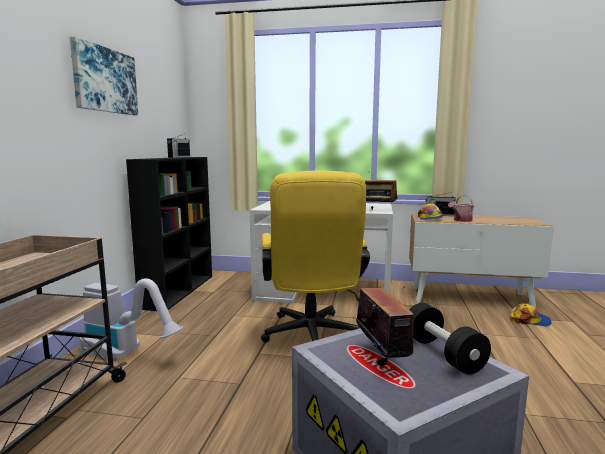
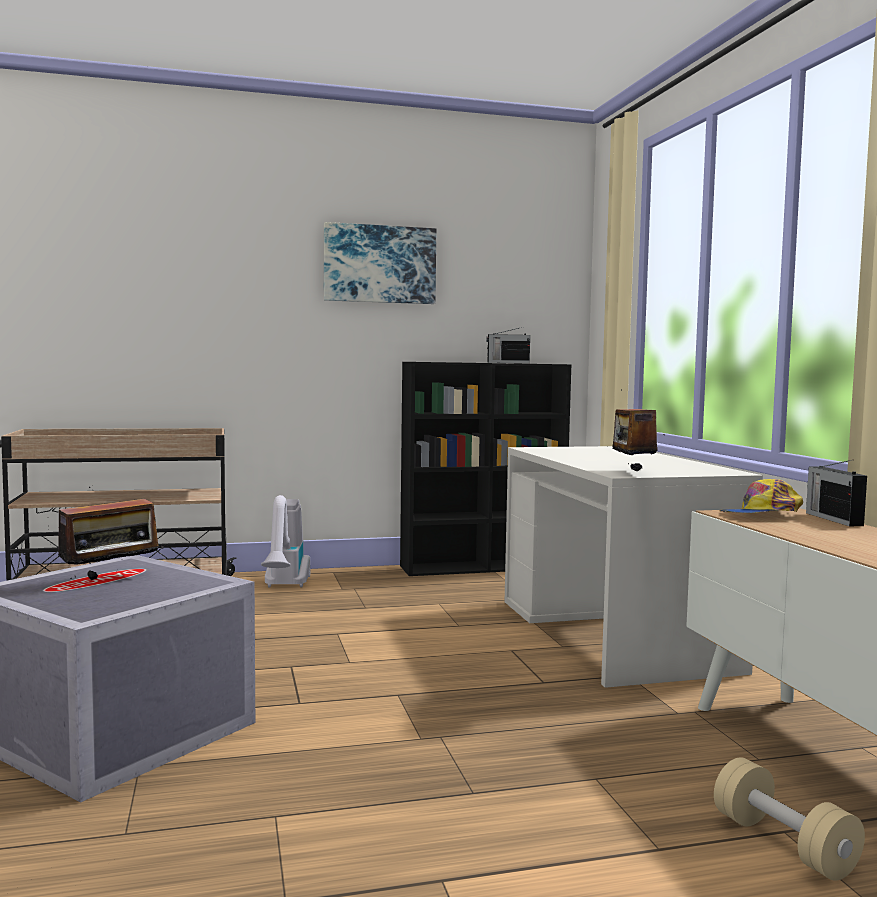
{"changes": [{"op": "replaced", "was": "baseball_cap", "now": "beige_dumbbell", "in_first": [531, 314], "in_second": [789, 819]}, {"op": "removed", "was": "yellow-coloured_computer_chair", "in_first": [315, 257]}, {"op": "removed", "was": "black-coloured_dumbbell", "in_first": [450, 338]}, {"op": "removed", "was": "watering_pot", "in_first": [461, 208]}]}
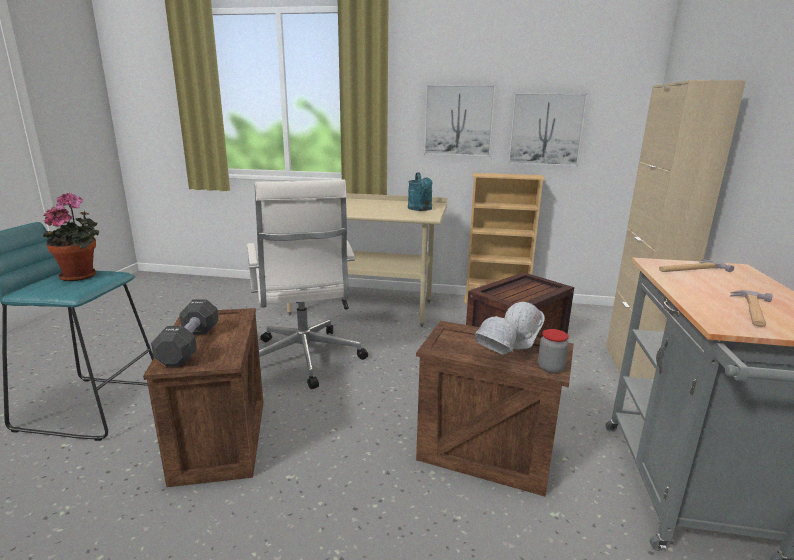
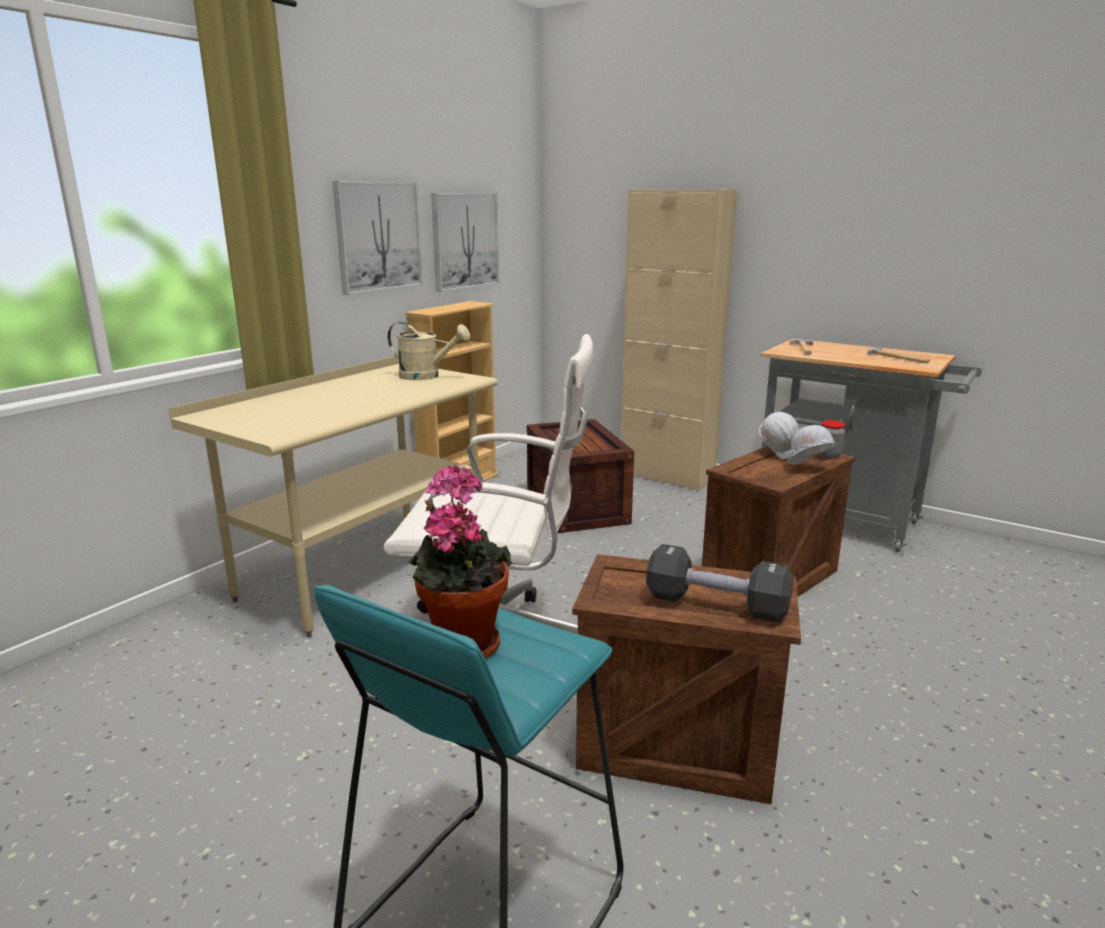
{"changes": [{"op": "recoloured", "was": "turquoise_watering_pot", "now": "beige_watering_pot", "in_first": [420, 192], "in_second": [428, 351]}]}
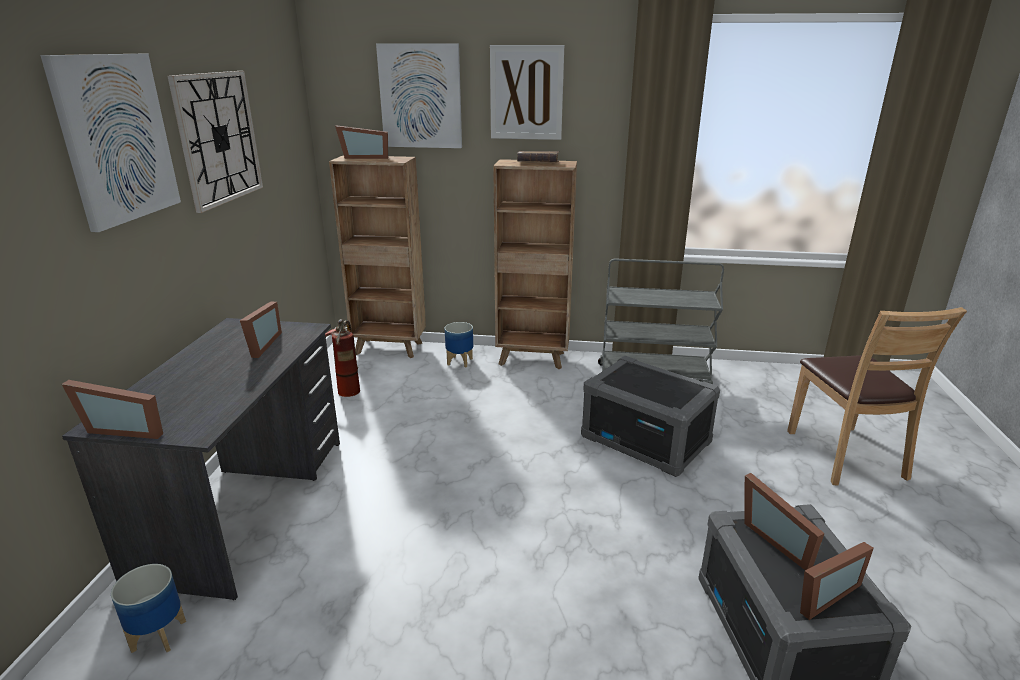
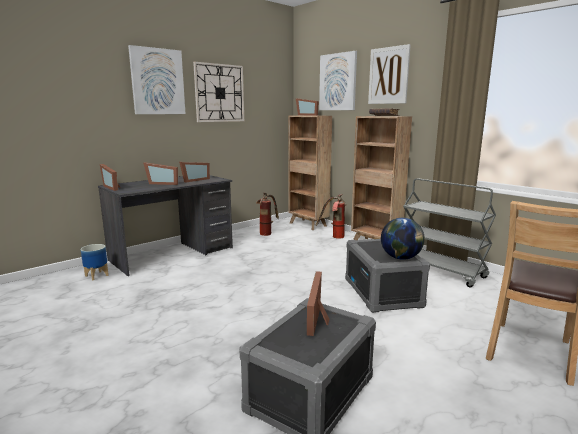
{"changes": [{"op": "moved", "was": "picture_frame", "in_first": [837, 581], "in_second": [160, 173]}, {"op": "replaced", "was": "planter", "now": "fire_extinguisher", "in_first": [459, 345], "in_second": [331, 216]}, {"op": "added", "now": "globe", "in_second": [403, 239]}]}
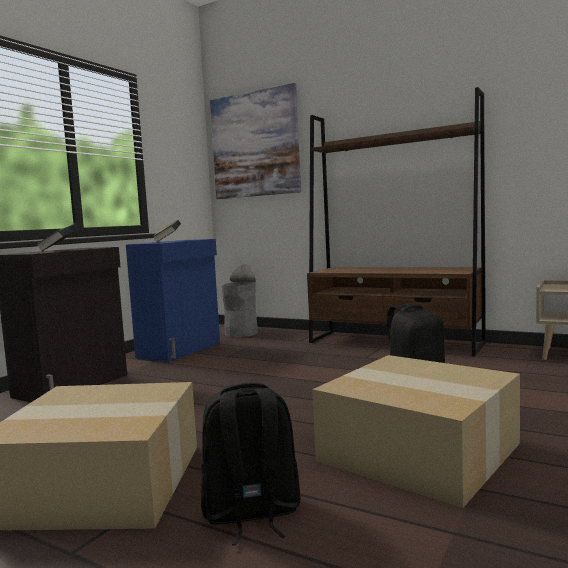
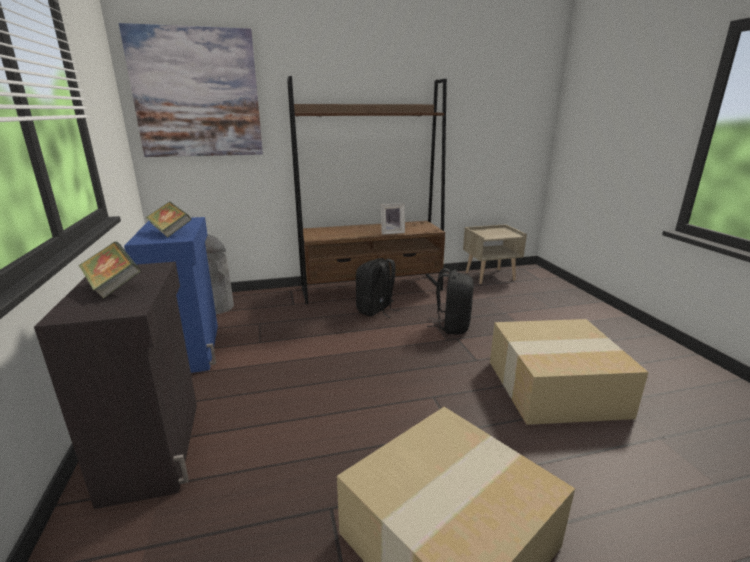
{"changes": [{"op": "moved", "was": "black-coloured_knapsack", "in_first": [251, 464], "in_second": [378, 288]}, {"op": "added", "now": "picture_frame", "in_second": [393, 219]}]}
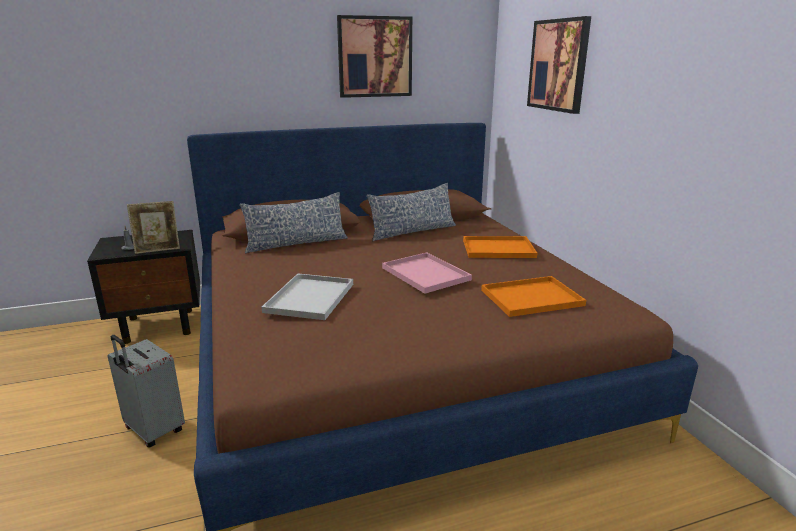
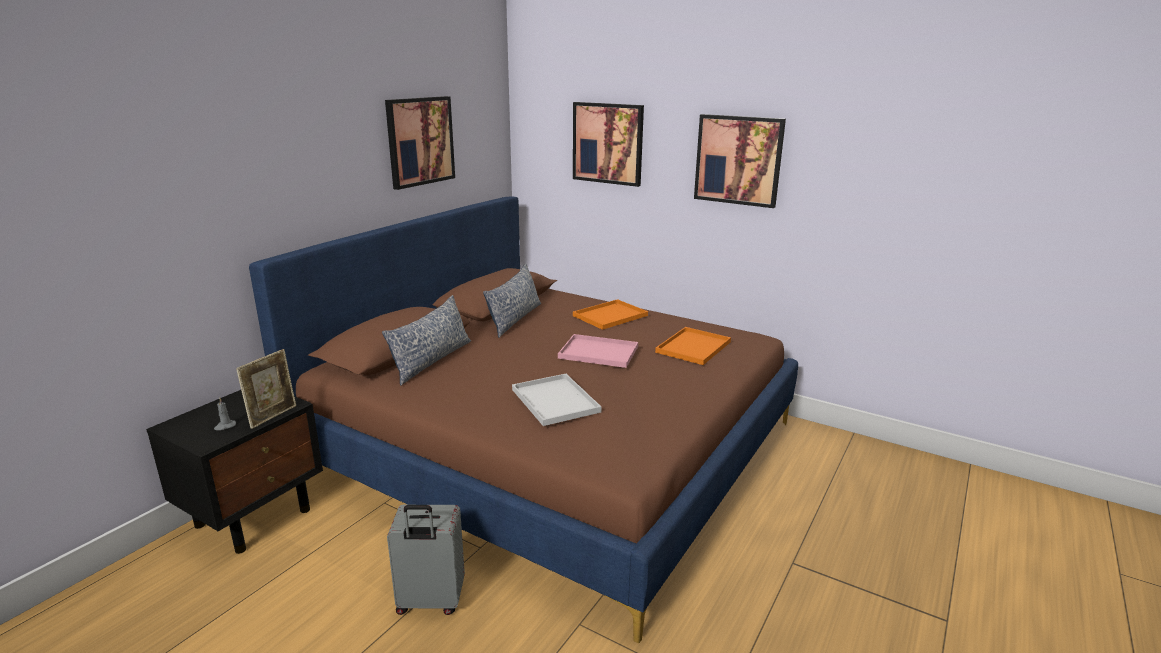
{"changes": [{"op": "added", "now": "picture", "in_second": [740, 161]}]}
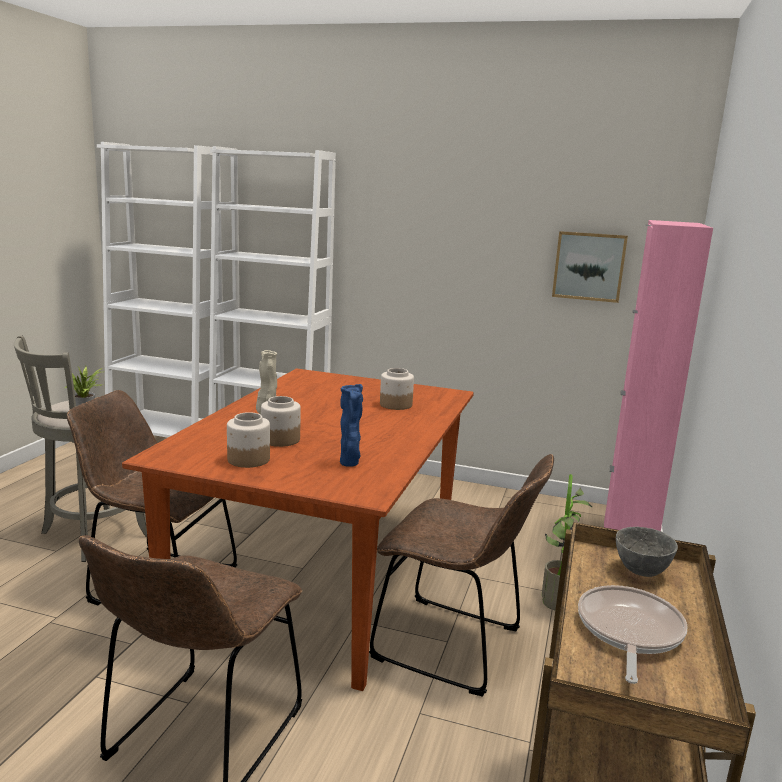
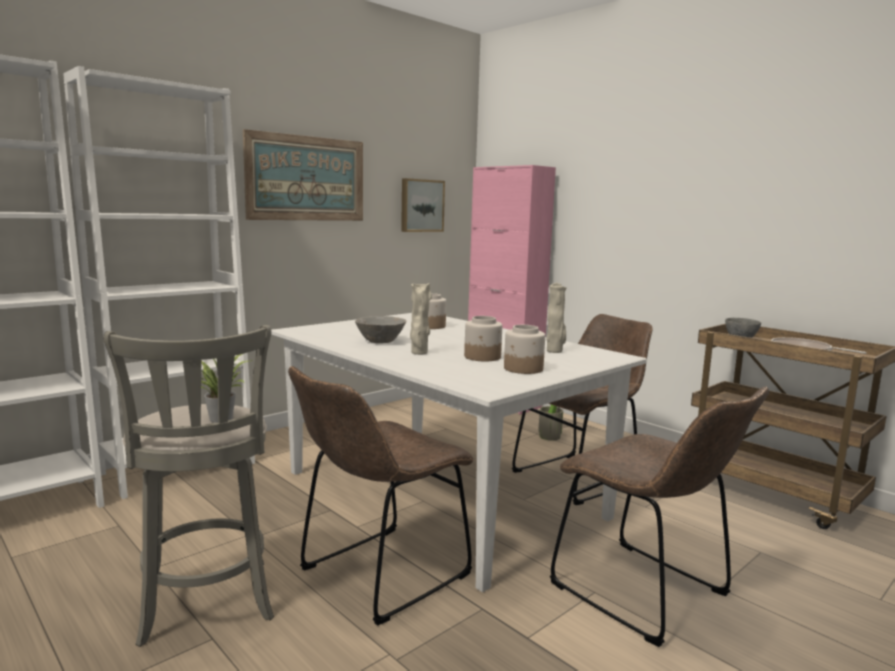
{"changes": [{"op": "added", "now": "picture", "in_second": [303, 175]}, {"op": "recoloured", "was": "brownish_dining_table", "now": "white-coloured_dining_table", "in_first": [298, 529], "in_second": [459, 452]}, {"op": "added", "now": "grey_serving_bowl", "in_second": [381, 329]}, {"op": "recoloured", "was": "blue_vase", "now": "beige_vase", "in_first": [351, 425], "in_second": [556, 318]}]}
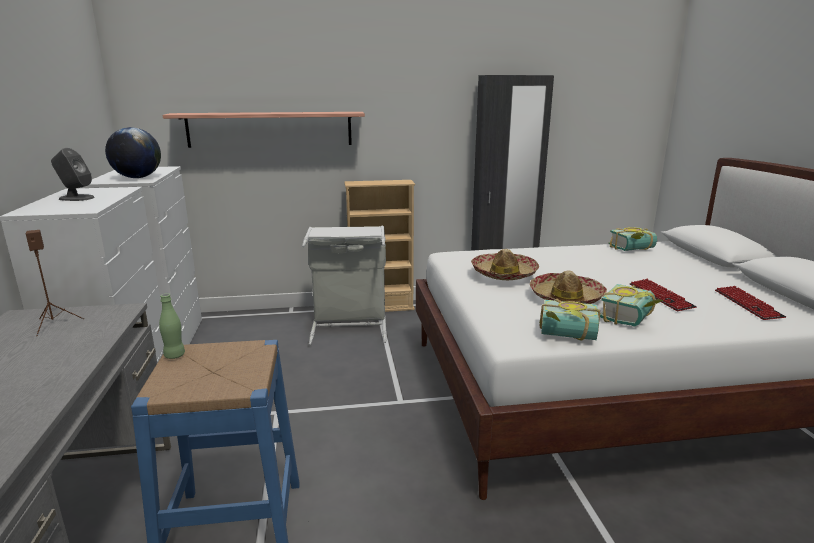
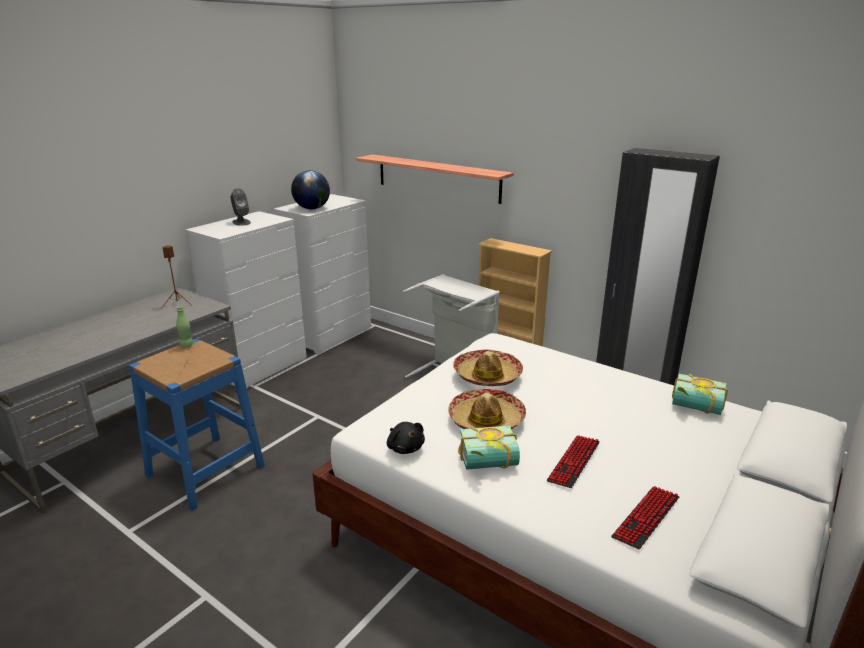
{"changes": [{"op": "replaced", "was": "volume", "now": "black-coloured_soft_toy", "in_first": [569, 319], "in_second": [406, 438]}]}
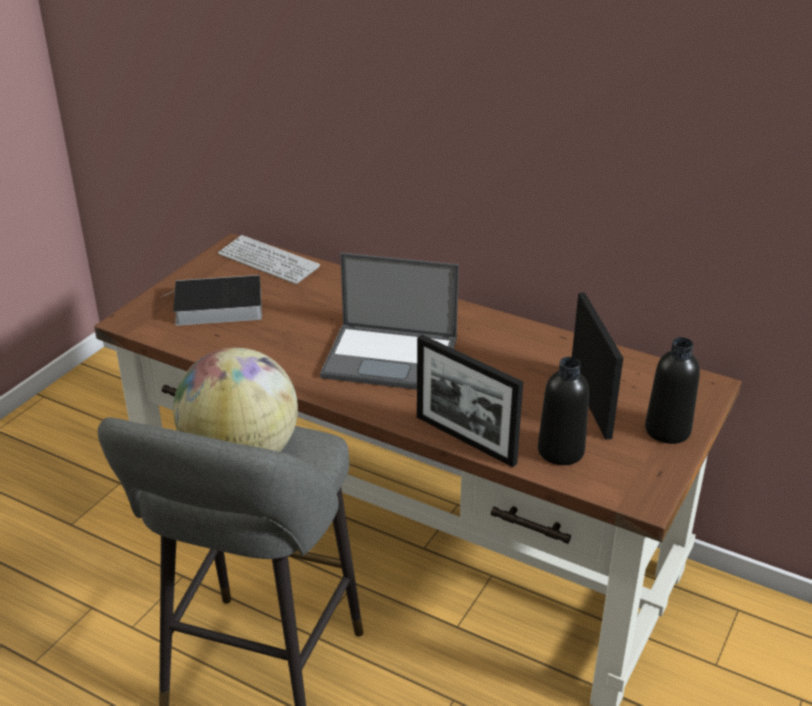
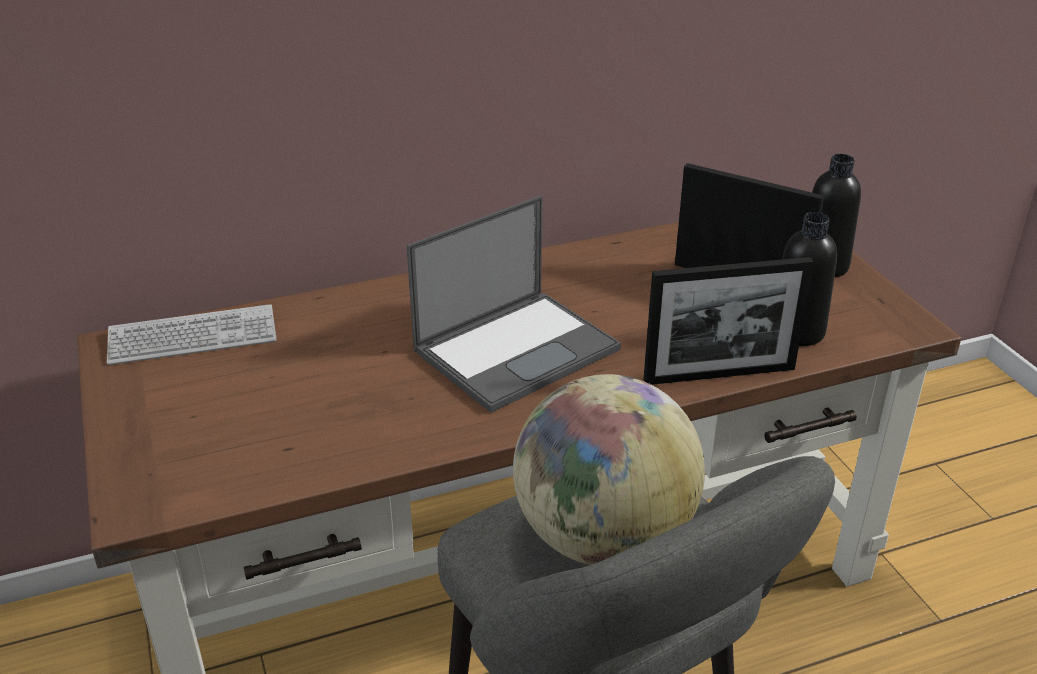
{"changes": [{"op": "removed", "was": "volume", "in_first": [211, 300]}]}
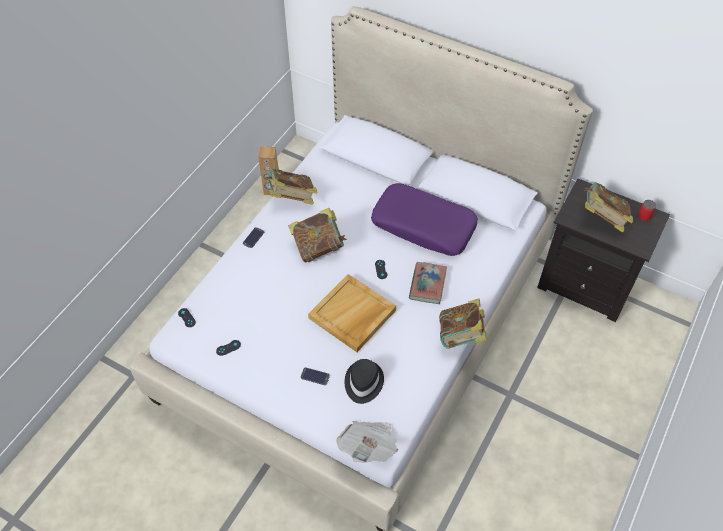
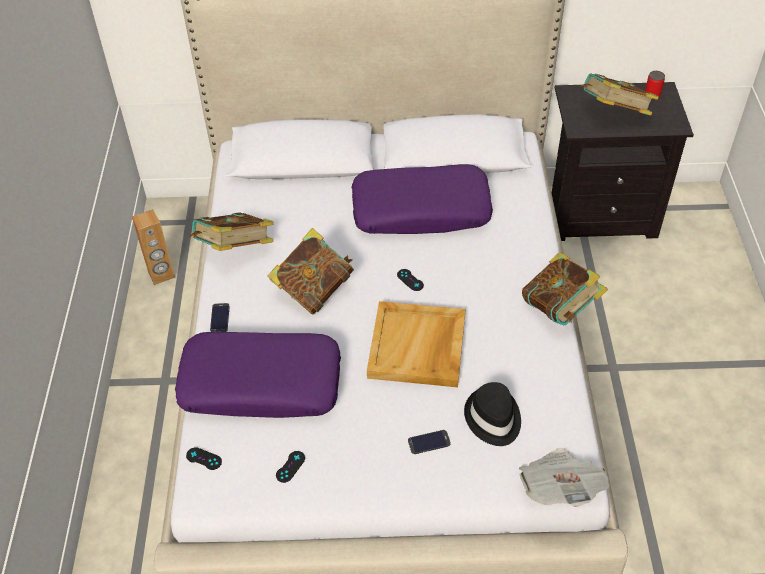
{"changes": [{"op": "added", "now": "purple_pillow", "in_second": [258, 375]}, {"op": "removed", "was": "volume", "in_first": [428, 283]}]}
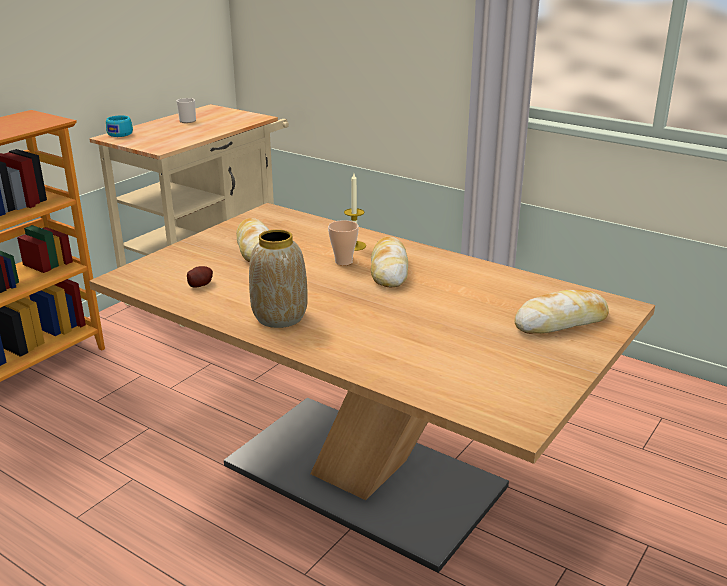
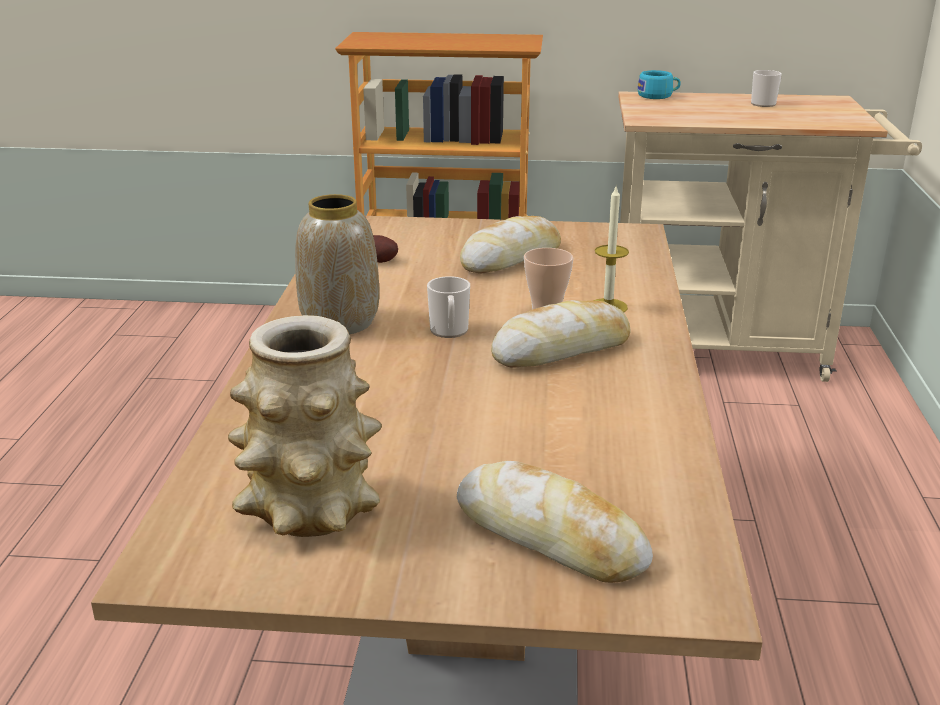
{"changes": [{"op": "added", "now": "vase", "in_second": [305, 426]}, {"op": "added", "now": "coffee_mug", "in_second": [448, 307]}]}
